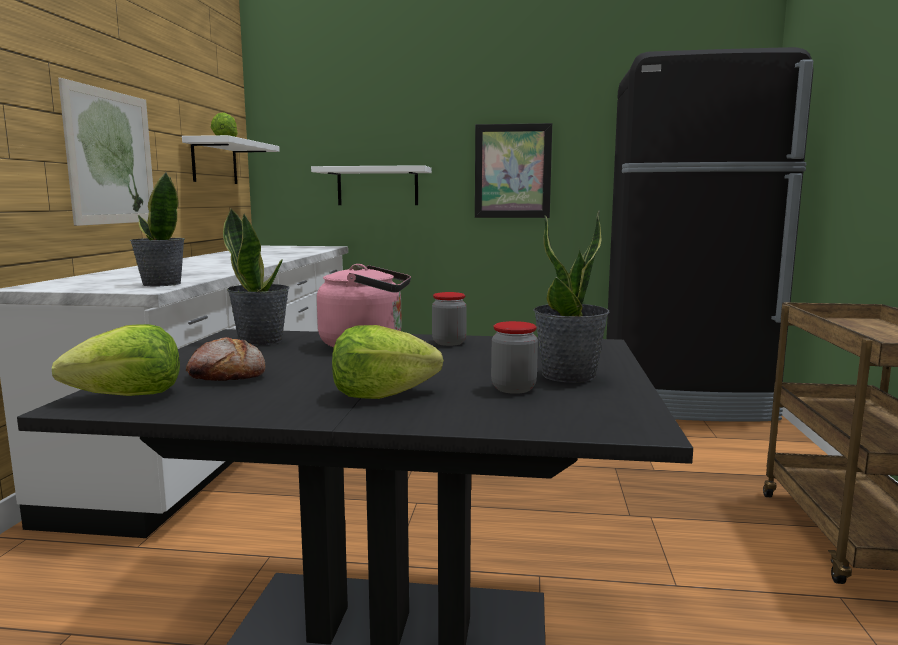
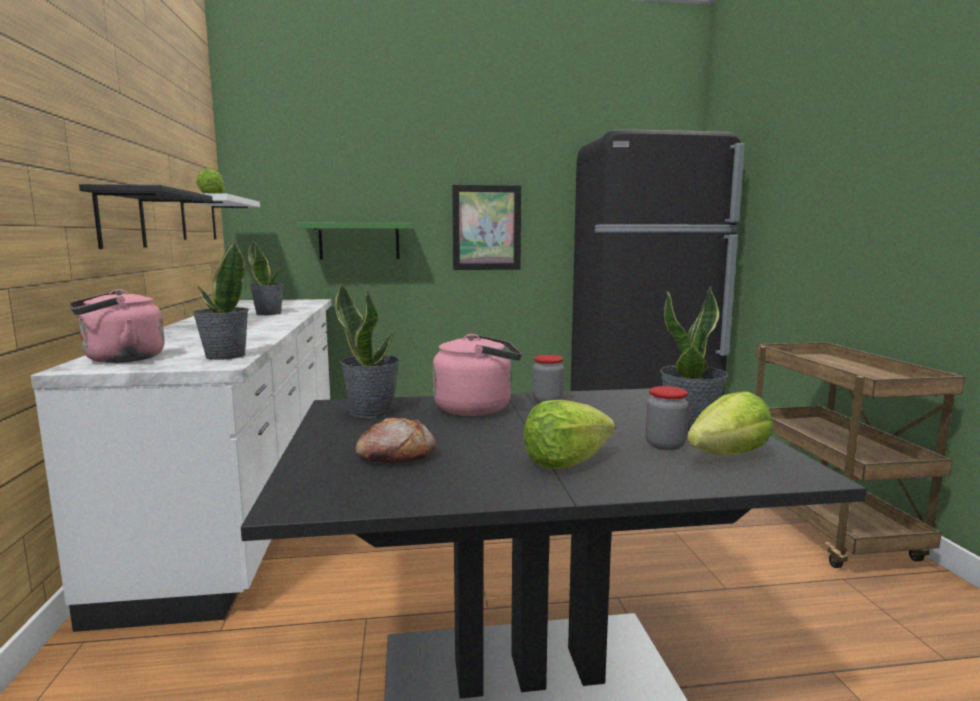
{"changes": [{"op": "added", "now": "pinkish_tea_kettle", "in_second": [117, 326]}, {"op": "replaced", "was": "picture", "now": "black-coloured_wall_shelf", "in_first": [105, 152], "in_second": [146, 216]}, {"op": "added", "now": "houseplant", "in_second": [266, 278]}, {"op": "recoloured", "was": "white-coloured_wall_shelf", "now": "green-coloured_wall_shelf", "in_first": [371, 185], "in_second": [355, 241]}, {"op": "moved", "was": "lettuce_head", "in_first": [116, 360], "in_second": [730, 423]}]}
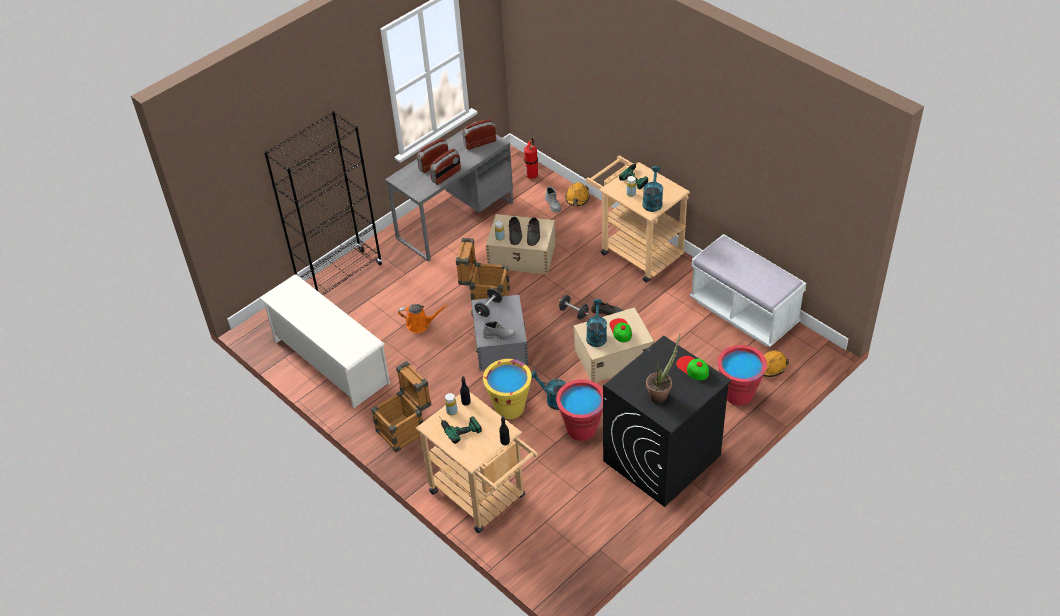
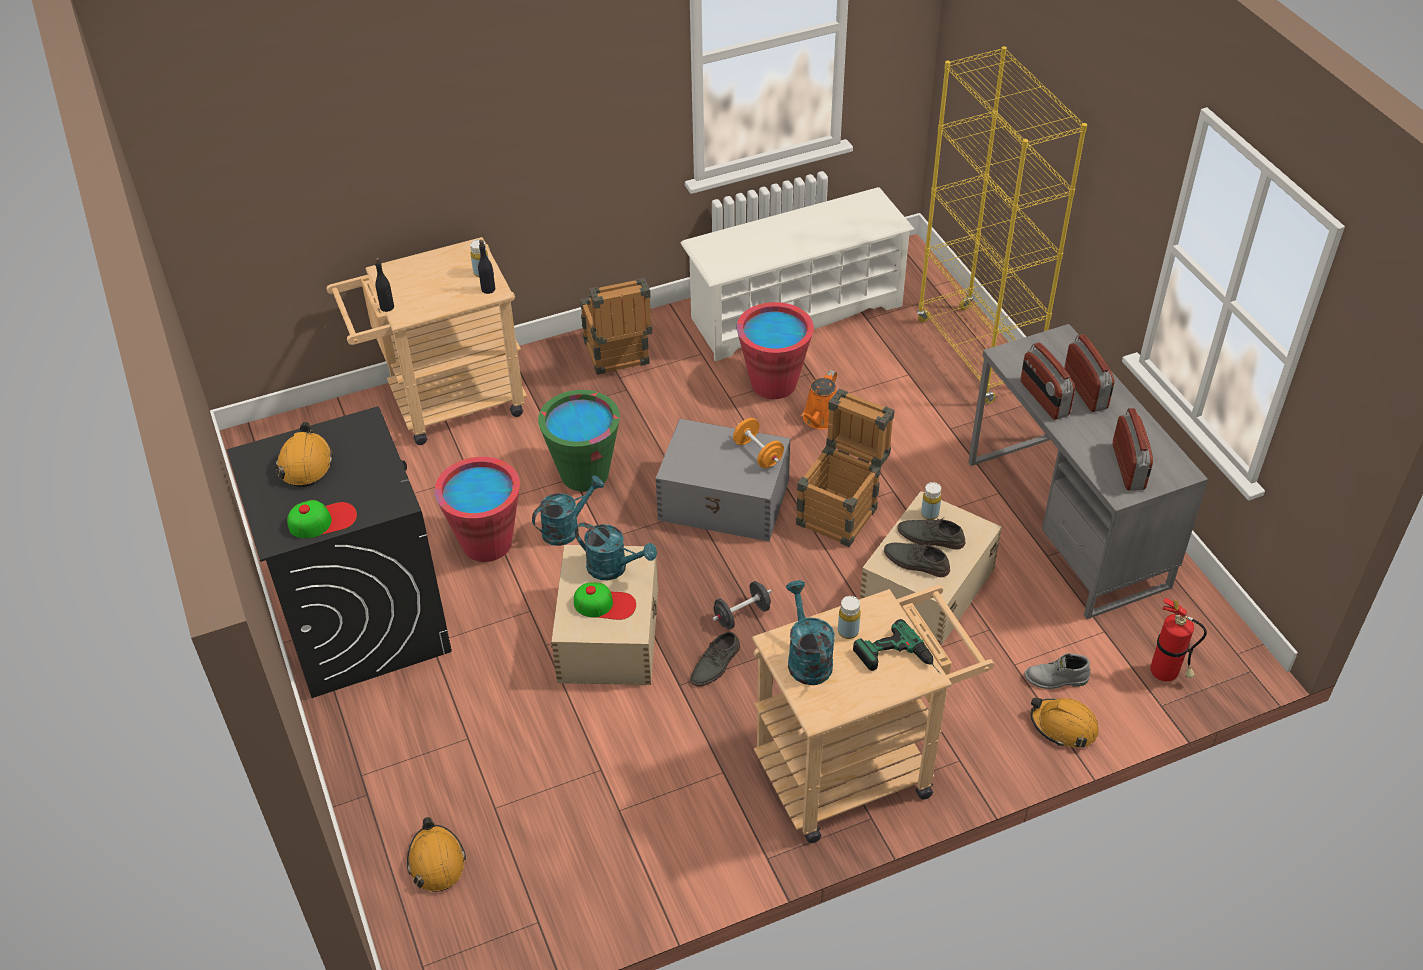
{"changes": [{"op": "replaced", "was": "houseplant", "now": "orangey_safety_helmet", "in_first": [663, 368], "in_second": [304, 454]}, {"op": "recoloured", "was": "yellow-coloured_pail", "now": "green-coloured_pail", "in_first": [507, 389], "in_second": [579, 441]}, {"op": "recoloured", "was": "black-coloured_dumbbell", "now": "orangey_dumbbell", "in_first": [488, 302], "in_second": [758, 443]}, {"op": "moved", "was": "red-coloured_pail", "in_first": [742, 375], "in_second": [775, 350]}, {"op": "turned", "was": "turquoise_watering_pot", "in_first": [652, 189], "in_second": [810, 632], "clockwise": -135}, {"op": "recoloured", "was": "black-coloured_bookshelf", "now": "yellow-coloured_bookshelf", "in_first": [323, 203], "in_second": [1002, 225]}, {"op": "removed", "was": "electric_drill", "in_first": [460, 430]}, {"op": "removed", "was": "grey_tall_boot", "in_first": [500, 330]}, {"op": "removed", "was": "white-coloured_long_seat", "in_first": [748, 290]}]}
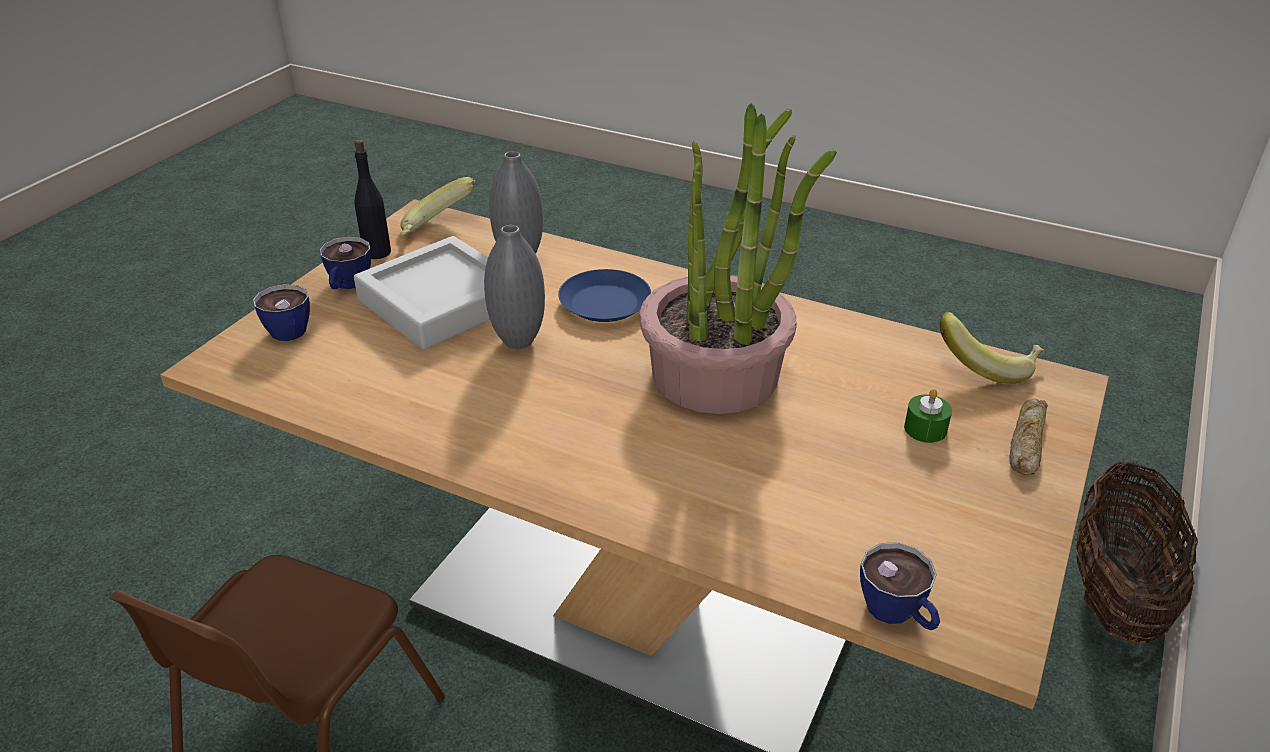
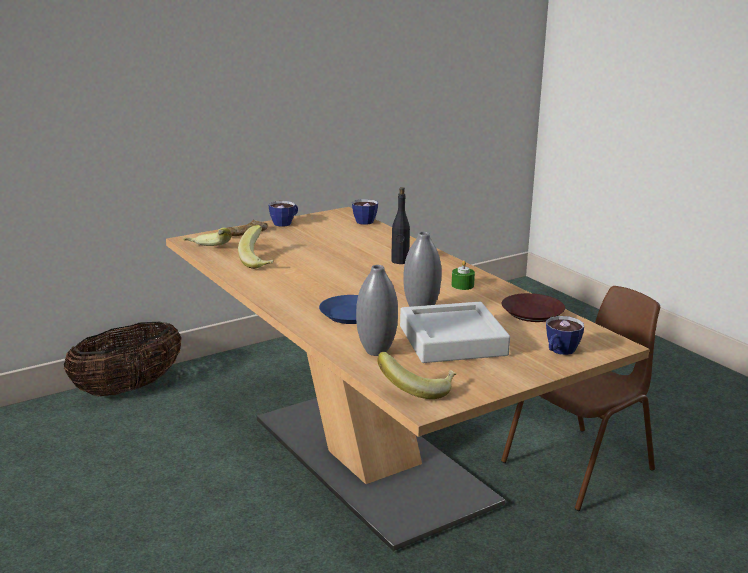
{"changes": [{"op": "added", "now": "banana", "in_second": [255, 247]}, {"op": "moved", "was": "drinking_cup", "in_first": [345, 262], "in_second": [283, 214]}, {"op": "moved", "was": "black-coloured_beverage_bottle", "in_first": [372, 199], "in_second": [400, 225]}, {"op": "moved", "was": "green-coloured_candle", "in_first": [928, 416], "in_second": [463, 275]}, {"op": "added", "now": "brownish_plate", "in_second": [533, 307]}, {"op": "removed", "was": "houseplant", "in_first": [738, 259]}]}
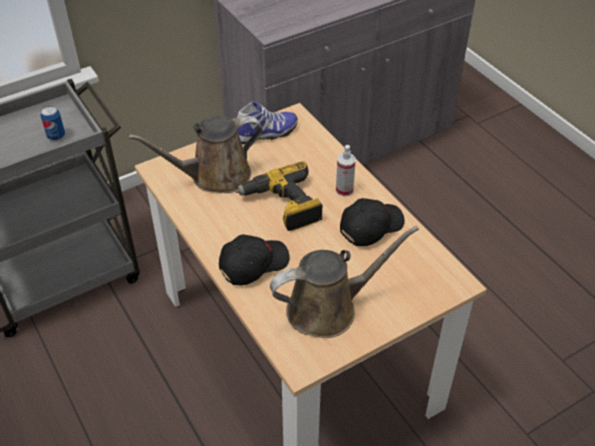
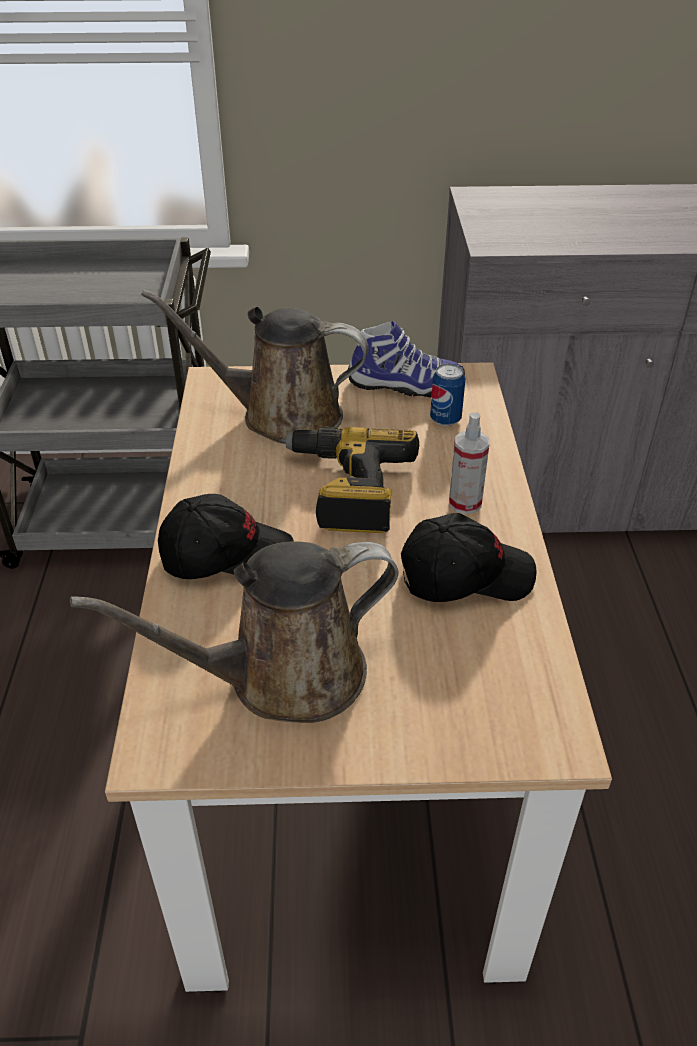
{"changes": [{"op": "turned", "was": "brownish_watering_pot", "in_first": [344, 282], "in_second": [234, 632], "clockwise": 150}, {"op": "moved", "was": "metal_can", "in_first": [52, 123], "in_second": [447, 395]}]}
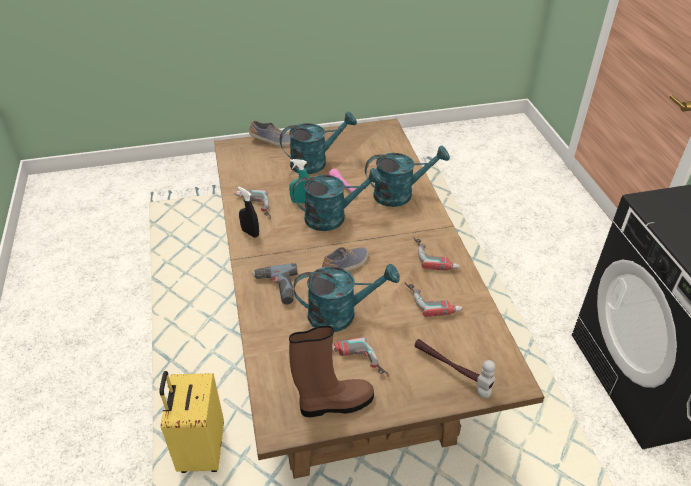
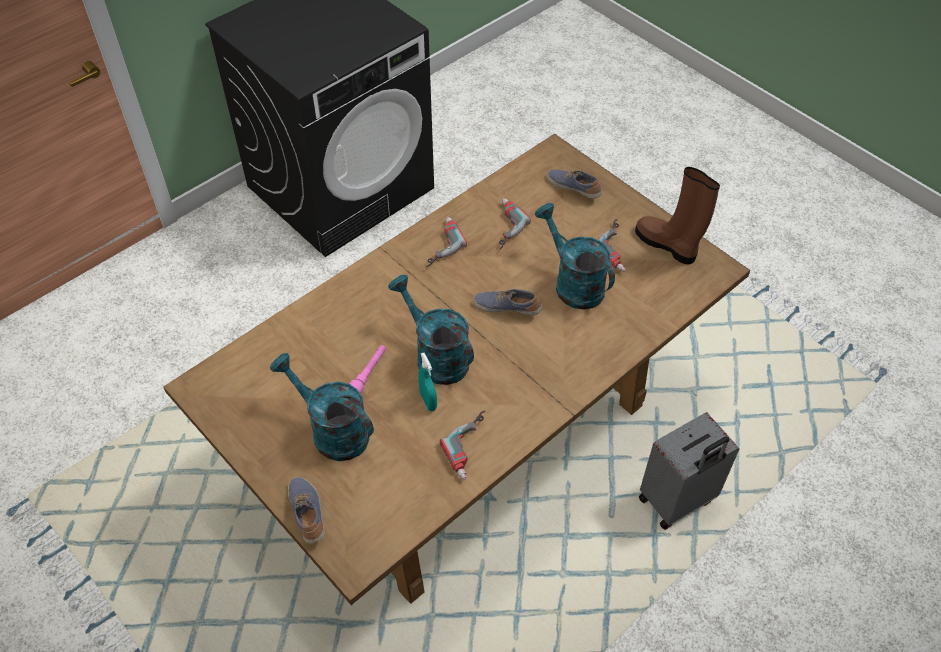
{"changes": [{"op": "replaced", "was": "hammer", "now": "item_of_footwear", "in_first": [455, 368], "in_second": [574, 184]}, {"op": "recoloured", "was": "yellow-coloured_piece_of_luggage", "now": "grey_piece_of_luggage", "in_first": [191, 422], "in_second": [689, 471]}, {"op": "removed", "was": "black-coloured_hand_sprayer", "in_first": [248, 211]}, {"op": "removed", "was": "electric_drill", "in_first": [275, 283]}, {"op": "removed", "was": "turquoise_watering_pot", "in_first": [407, 176]}]}
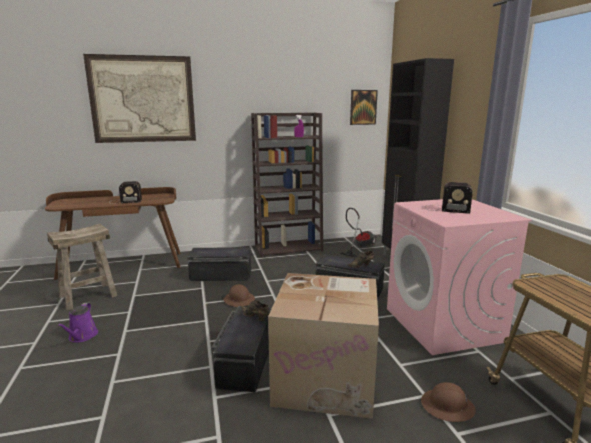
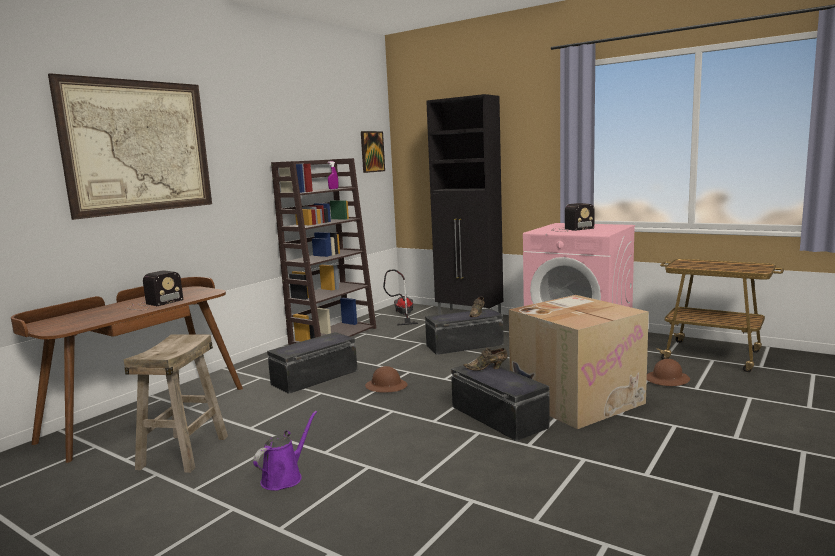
{"changes": [{"op": "turned", "was": "purple_watering_pot", "in_first": [77, 322], "in_second": [285, 451], "clockwise": -105}]}
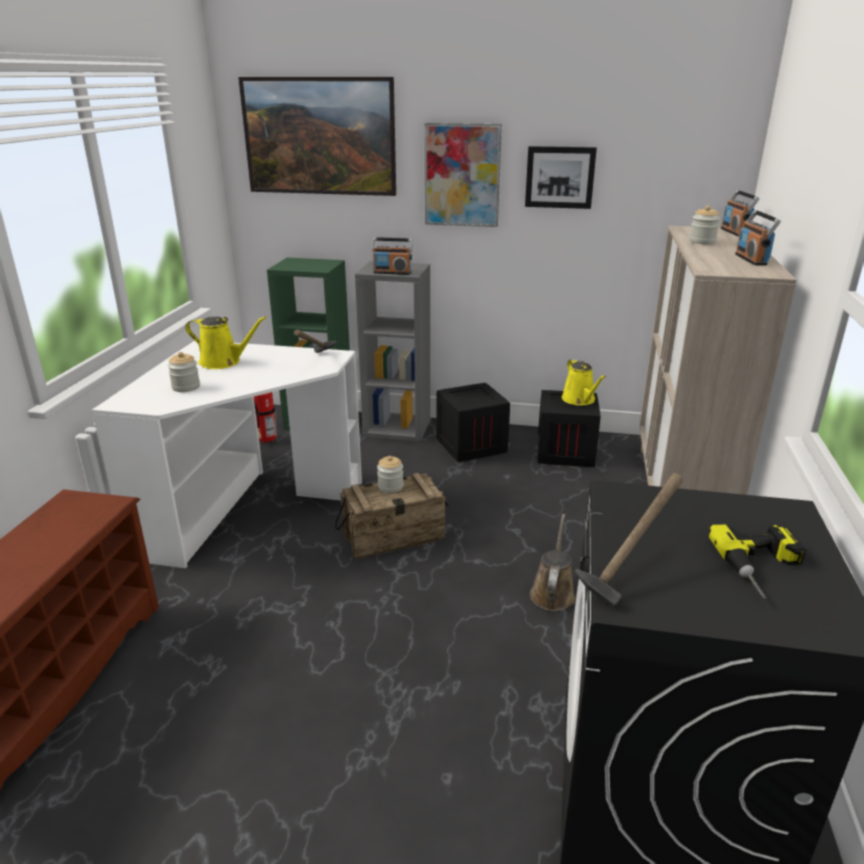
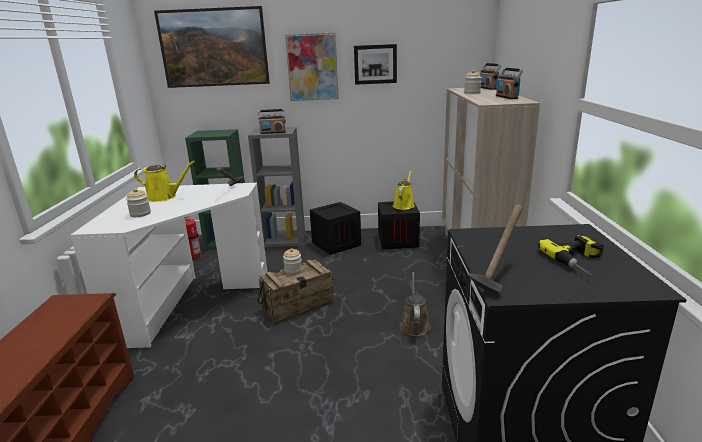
{"changes": [{"op": "turned", "was": "yellow-coloured_watering_pot", "in_first": [584, 382], "in_second": [404, 190], "clockwise": -135}]}
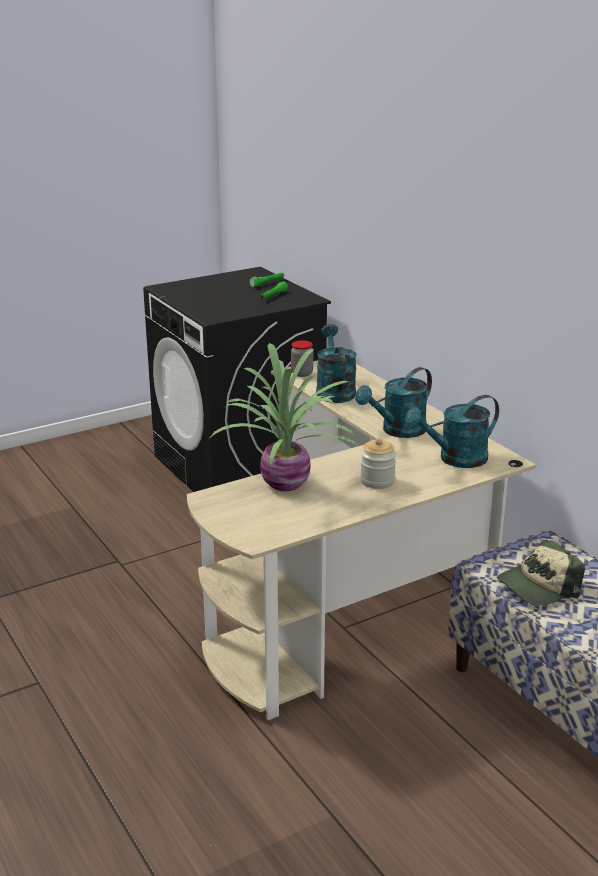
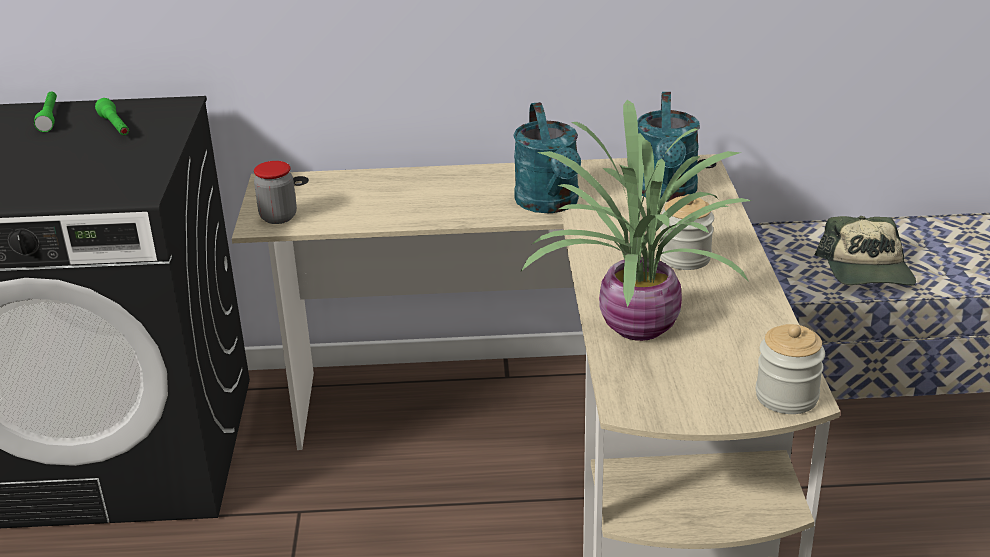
{"changes": [{"op": "added", "now": "storage_jar", "in_second": [790, 369]}, {"op": "removed", "was": "turquoise_watering_pot", "in_first": [336, 363]}]}
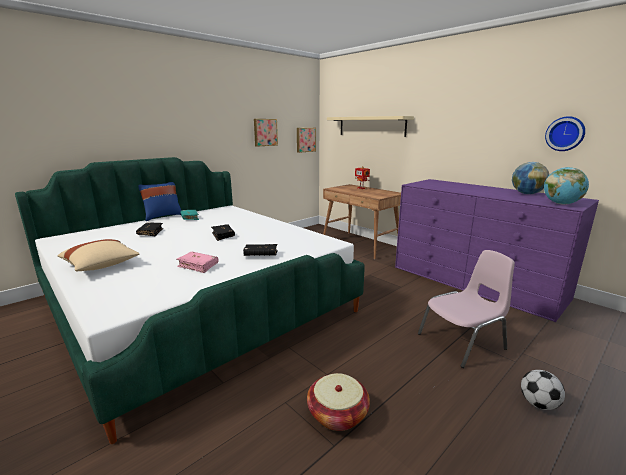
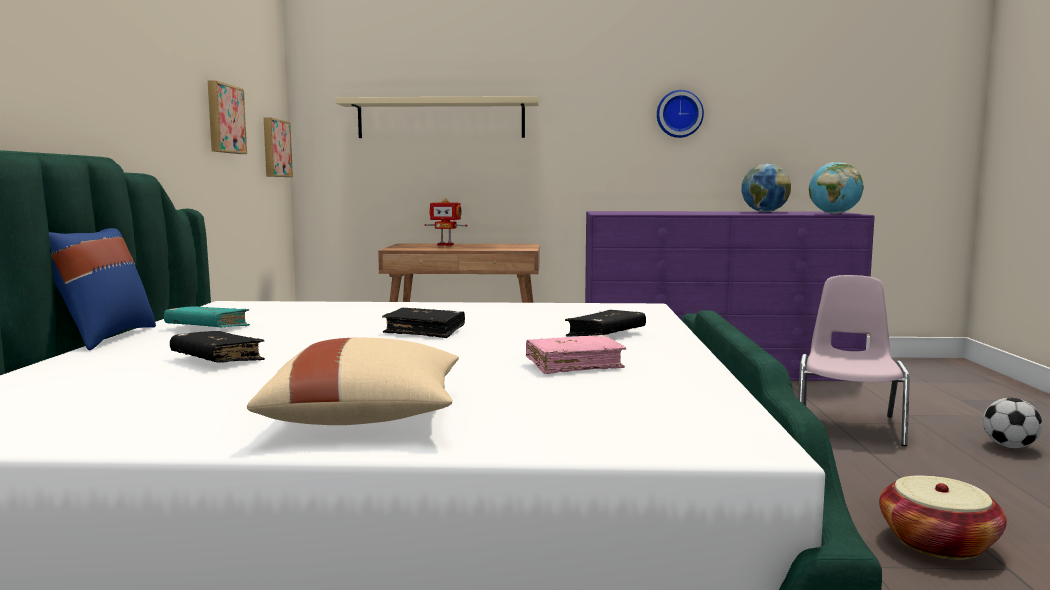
{"changes": [{"op": "moved", "was": "clock_on_the_wall", "in_first": [565, 133], "in_second": [680, 114]}]}
